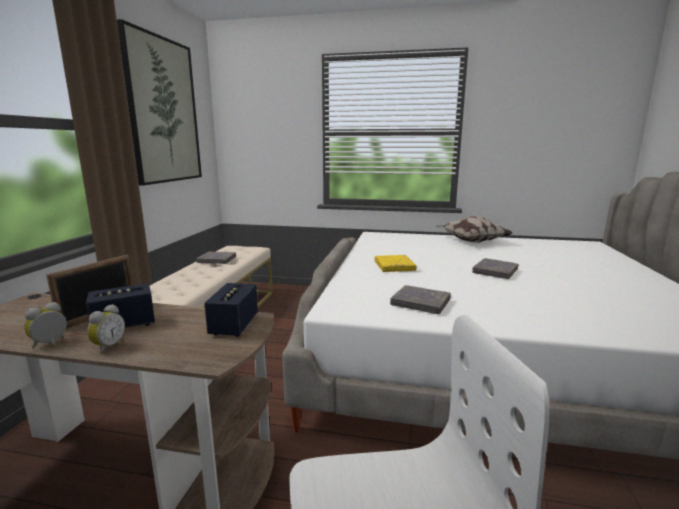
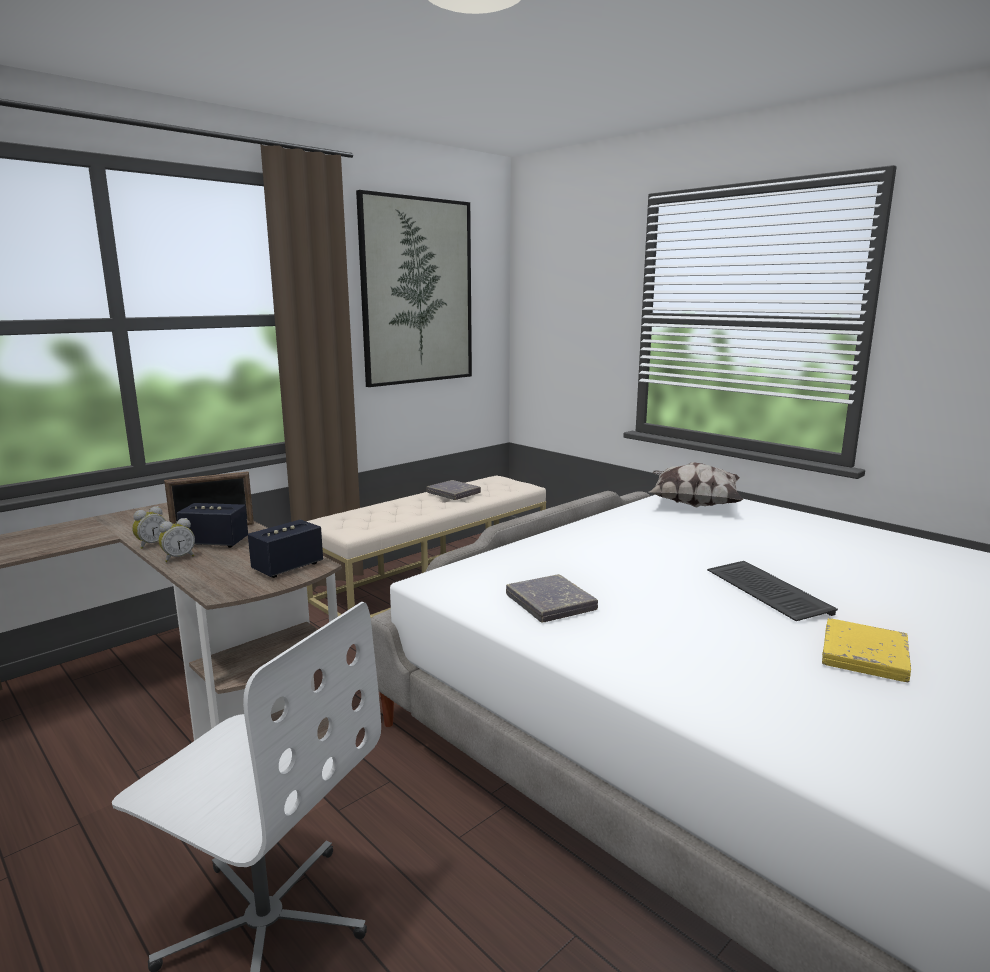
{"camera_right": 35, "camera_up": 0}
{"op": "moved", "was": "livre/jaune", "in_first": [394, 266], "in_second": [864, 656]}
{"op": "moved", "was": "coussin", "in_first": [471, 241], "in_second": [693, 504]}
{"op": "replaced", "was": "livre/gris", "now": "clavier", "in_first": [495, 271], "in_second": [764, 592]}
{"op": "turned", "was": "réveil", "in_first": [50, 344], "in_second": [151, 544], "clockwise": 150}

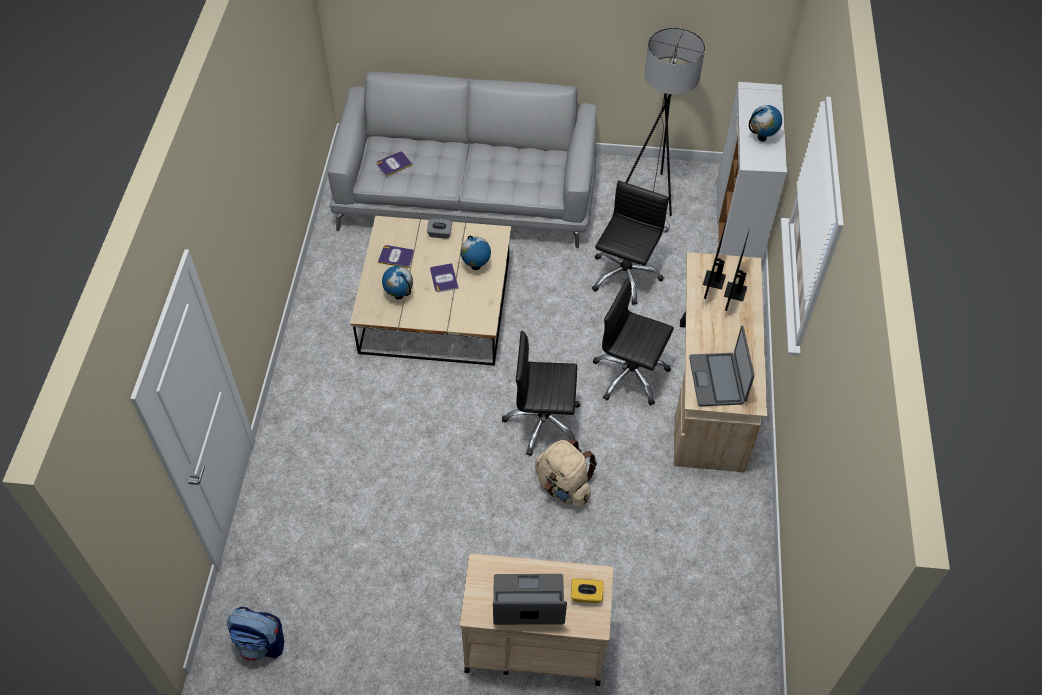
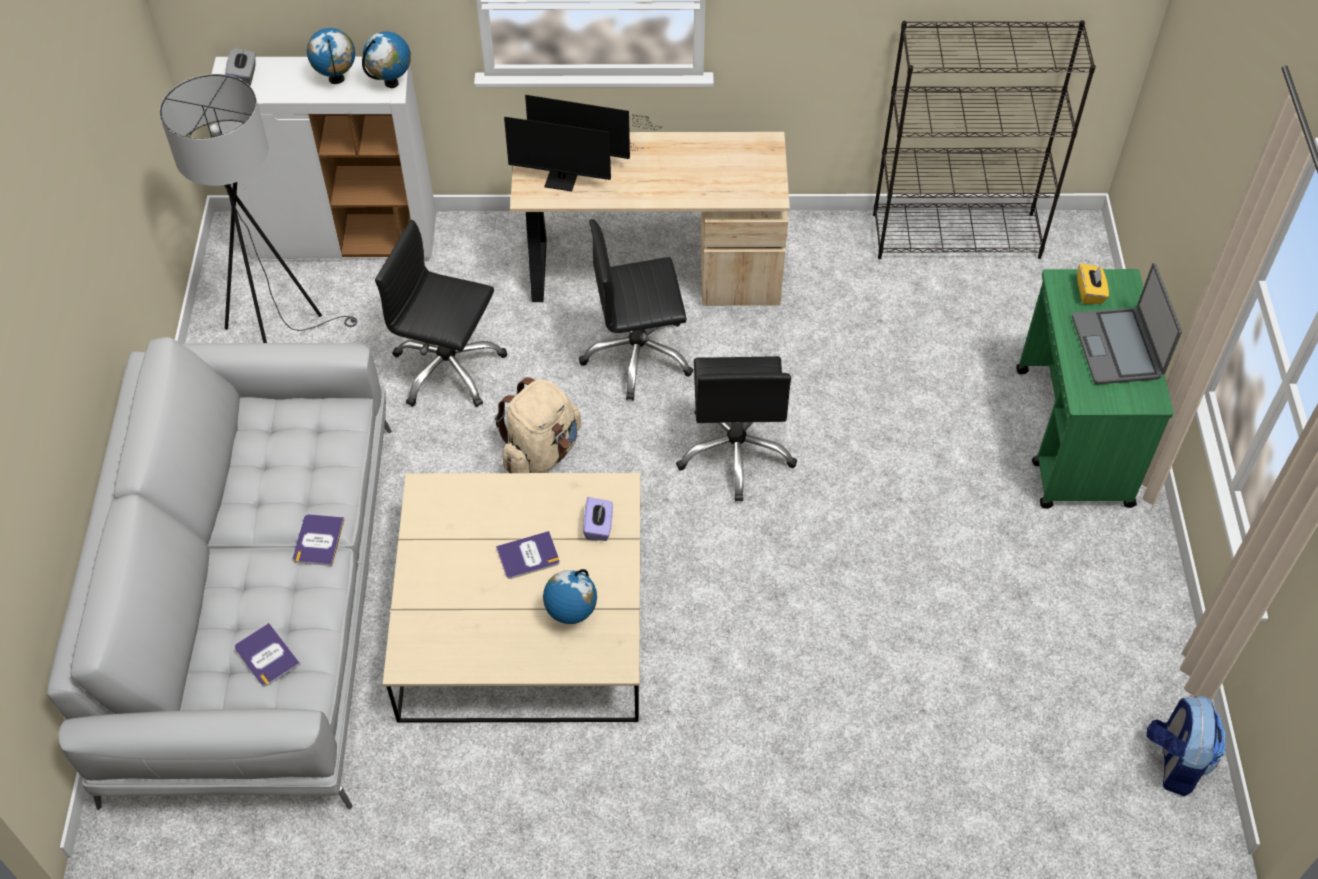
{"camera_right": -95, "camera_up": 0}
{"op": "removed", "was": "ordinateur portable", "in_first": [717, 380]}
{"op": "added", "now": "boîte à mouchoirs/violet", "in_second": [598, 527]}
{"op": "added", "now": "bibliothèque/noir", "in_second": [957, 235]}
{"op": "moved", "was": "livre", "in_first": [396, 257], "in_second": [318, 540]}
{"op": "moved", "was": "boîte à mouchoirs/gris", "in_first": [440, 234], "in_second": [244, 76]}
{"op": "moved", "was": "globe", "in_first": [476, 266], "in_second": [391, 83]}
{"op": "moved", "was": "sac à dos/beige", "in_first": [563, 486], "in_second": [541, 452]}
{"op": "recoloured", "was": "chariot/beige", "now": "chariot/vert", "in_first": [533, 644], "in_second": [1073, 437]}
{"op": "turned", "was": "chaise de bureau/noir", "in_first": [630, 375], "in_second": [637, 355], "clockwise": 60}

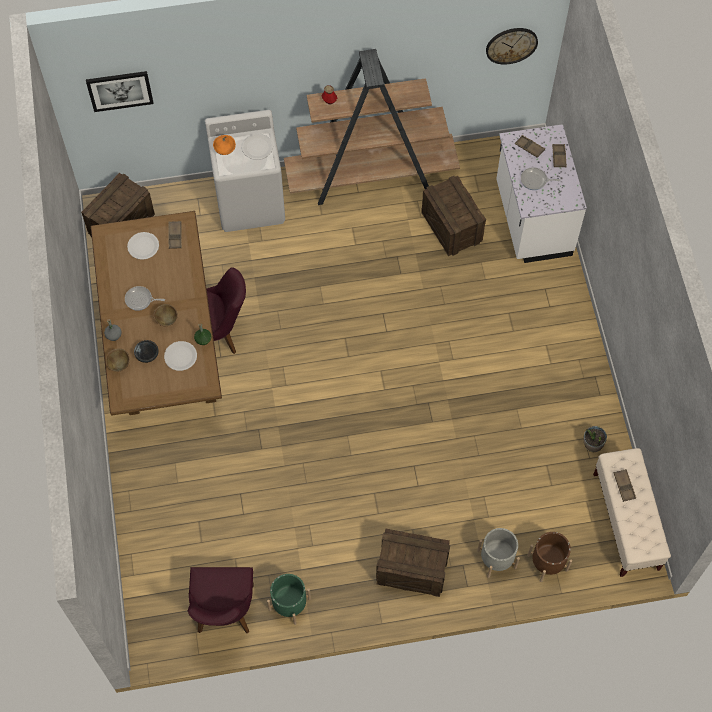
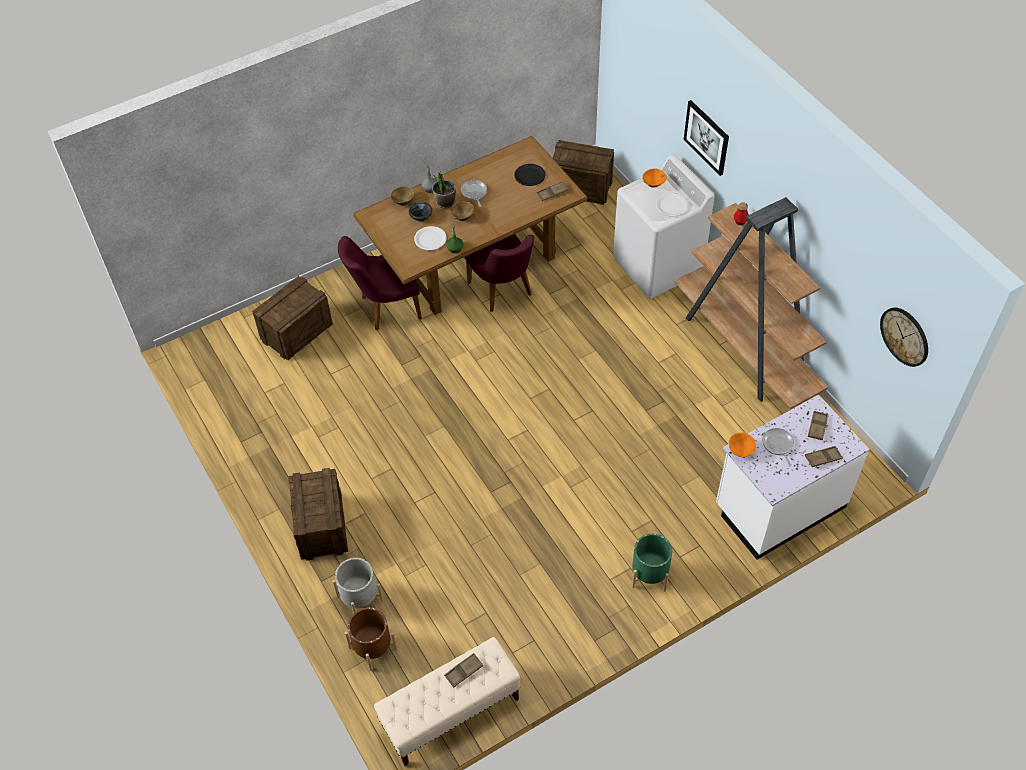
{"camera_right": 70, "camera_up": -10}
{"op": "added", "now": "bol/orange", "in_second": [740, 450]}
{"op": "moved", "was": "tableau", "in_first": [120, 90], "in_second": [707, 137]}
{"op": "moved", "was": "chaise/violet", "in_first": [223, 614], "in_second": [385, 308]}
{"op": "moved", "was": "cache-pot/vert", "in_first": [289, 604], "in_second": [649, 574]}
{"op": "moved", "was": "caisse", "in_first": [451, 226], "in_second": [297, 331]}
{"op": "moved", "was": "plante en pot", "in_first": [592, 444], "in_second": [445, 202]}
{"op": "recoloured", "was": "assiette/blanc", "now": "assiette/noir", "in_first": [143, 246], "in_second": [529, 175]}

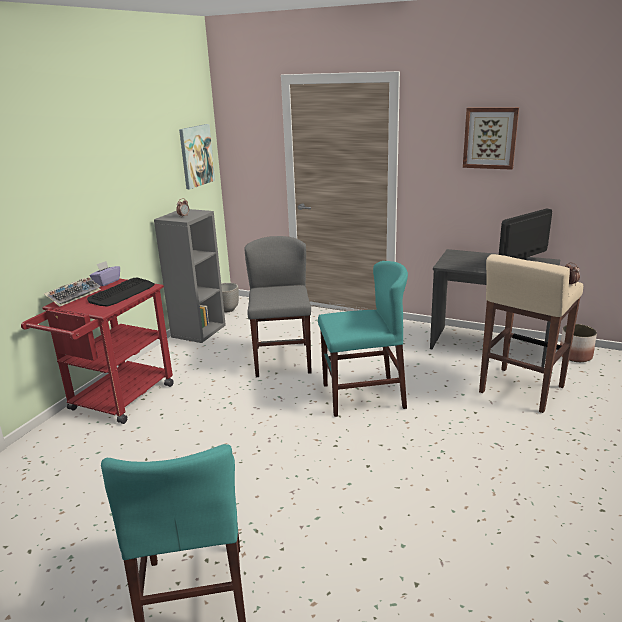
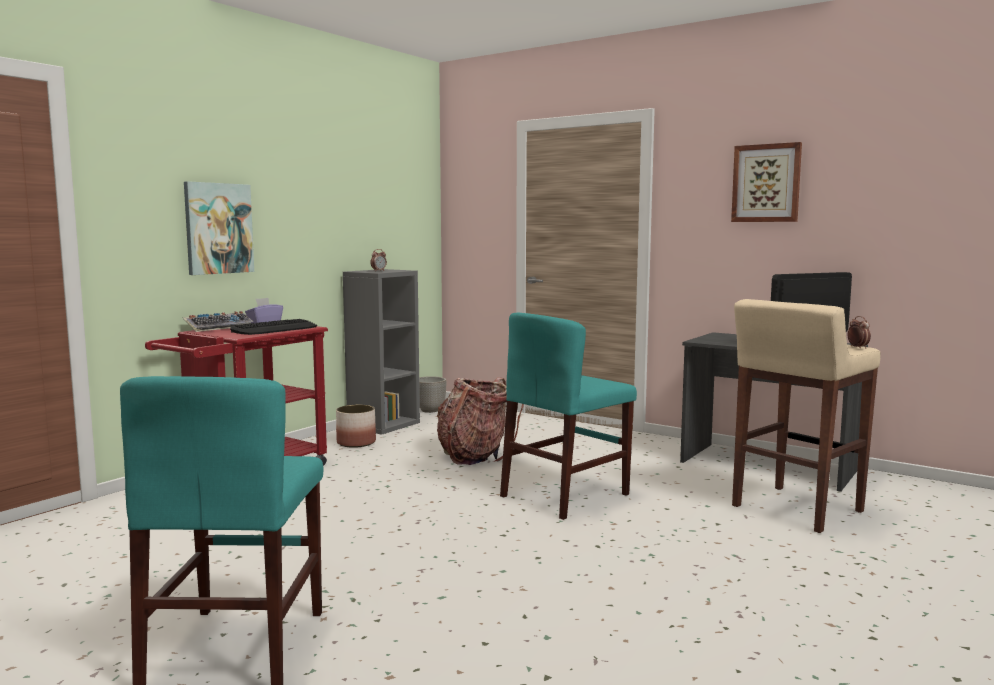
{"camera_right": 10, "camera_up": -15}
{"op": "moved", "was": "tableau", "in_first": [196, 156], "in_second": [218, 228]}
{"op": "moved", "was": "cache-pot", "in_first": [575, 356], "in_second": [356, 443]}
{"op": "replaced", "was": "chaise/gris", "now": "sac à dos", "in_first": [282, 360], "in_second": [475, 456]}
{"op": "turned", "was": "chaise/turquoise", "in_first": [363, 396], "in_second": [565, 495], "clockwise": 135}

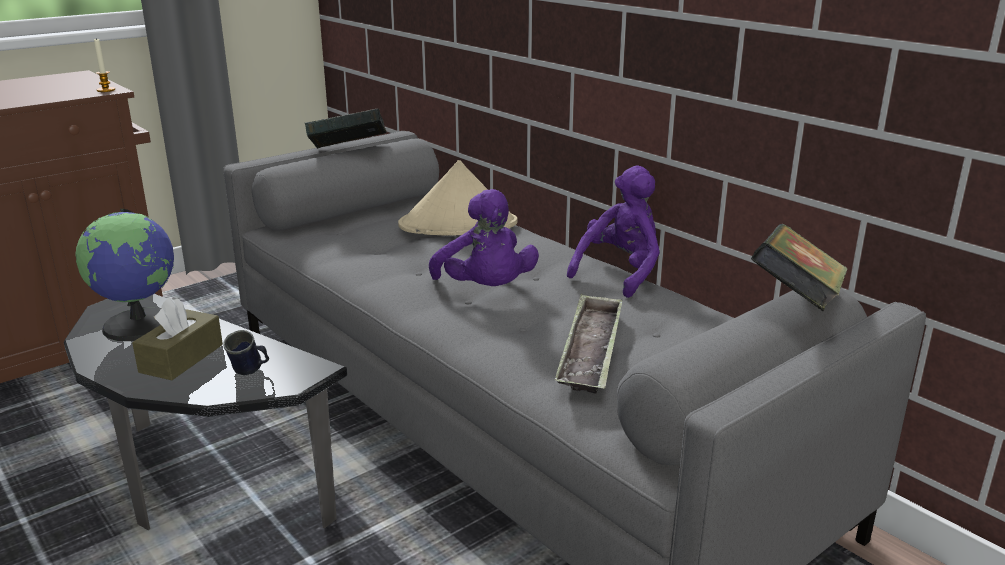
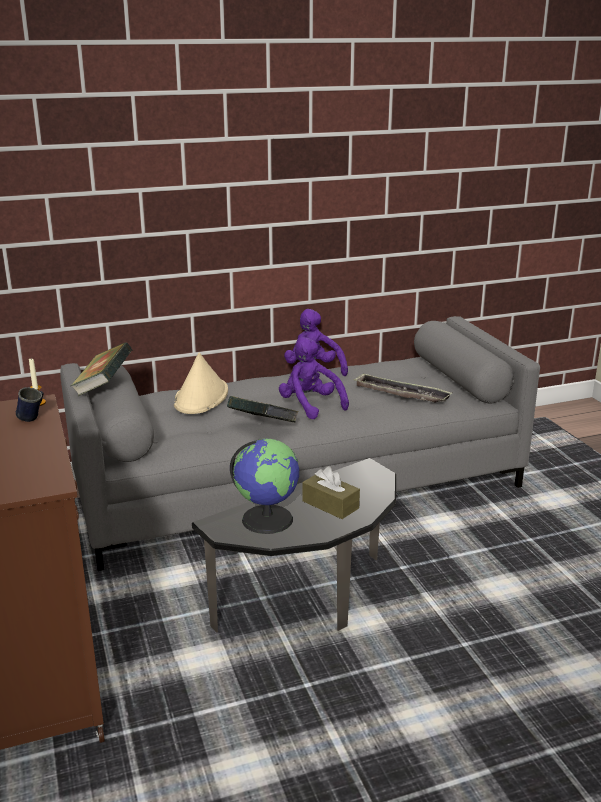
{"camera_right": -70, "camera_up": 0}
{"op": "moved", "was": "mug/bleu", "in_first": [250, 372], "in_second": [33, 417]}
{"op": "moved", "was": "livre", "in_first": [795, 301], "in_second": [262, 427]}
{"op": "turned", "was": "peluche/violet", "in_first": [485, 290], "in_second": [310, 405], "clockwise": -120}

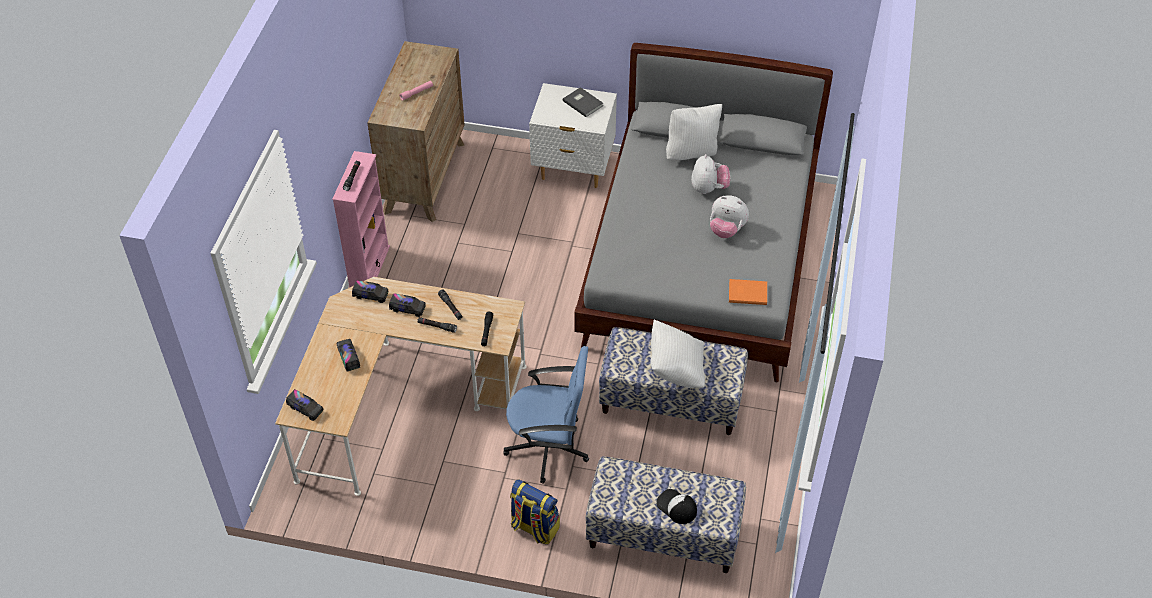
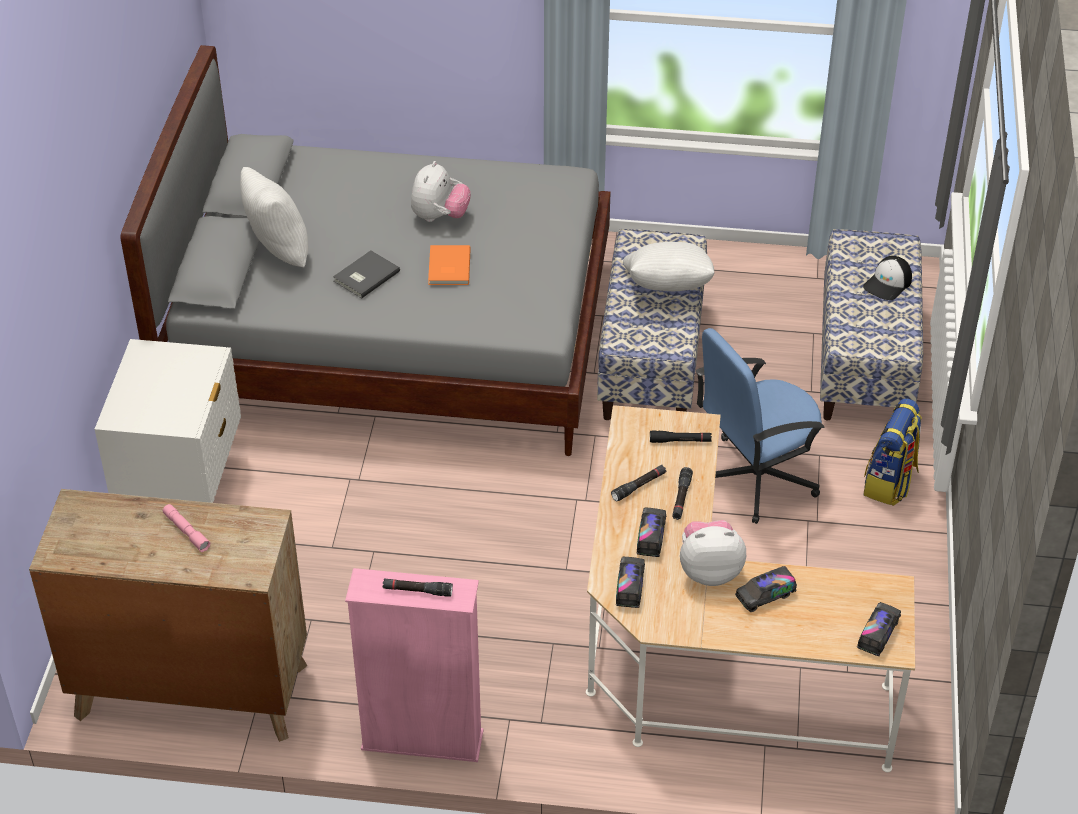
{"camera_right": -95, "camera_up": -5}
{"op": "moved", "was": "livre/gris", "in_first": [583, 102], "in_second": [364, 276]}
{"op": "moved", "was": "peluche", "in_first": [709, 188], "in_second": [709, 570]}
{"op": "moved", "was": "livre/orange", "in_first": [747, 292], "in_second": [447, 267]}
{"op": "turned", "was": "chaise de bureau/bleu", "in_first": [549, 447], "in_second": [754, 477], "clockwise": -120}

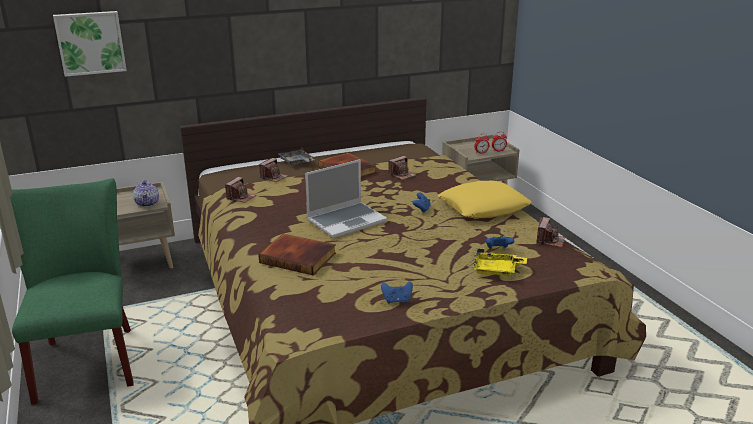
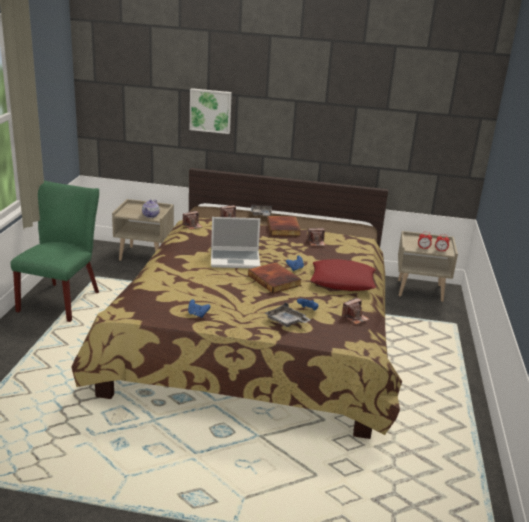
{"camera_right": 30, "camera_up": 0}
{"op": "moved", "was": "tableau", "in_first": [90, 43], "in_second": [210, 110]}
{"op": "moved", "was": "livre", "in_first": [299, 257], "in_second": [275, 280]}
{"op": "recoloured", "was": "coussin/jaune", "now": "coussin/rouge", "in_first": [483, 207], "in_second": [342, 281]}
{"op": "recoloured", "was": "plateau/jaune", "now": "plateau/gris", "in_first": [497, 270], "in_second": [286, 321]}

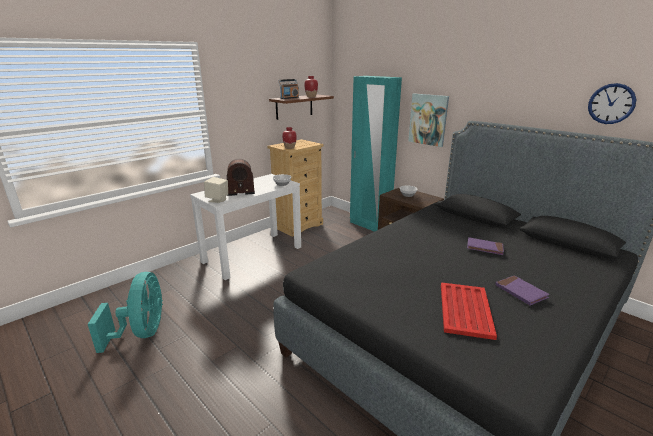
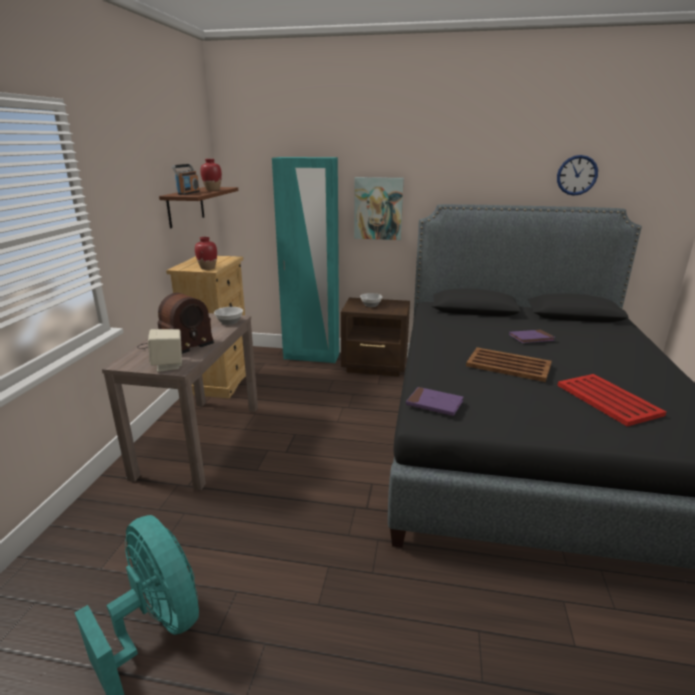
{"camera_right": -35, "camera_up": 0}
{"op": "added", "now": "plateau/marron", "in_second": [507, 365]}
{"op": "moved", "was": "livre/violet", "in_first": [520, 292], "in_second": [434, 404]}
{"op": "recoloured", "was": "table console/blanc", "now": "table console/marron", "in_first": [253, 254], "in_second": [200, 439]}

